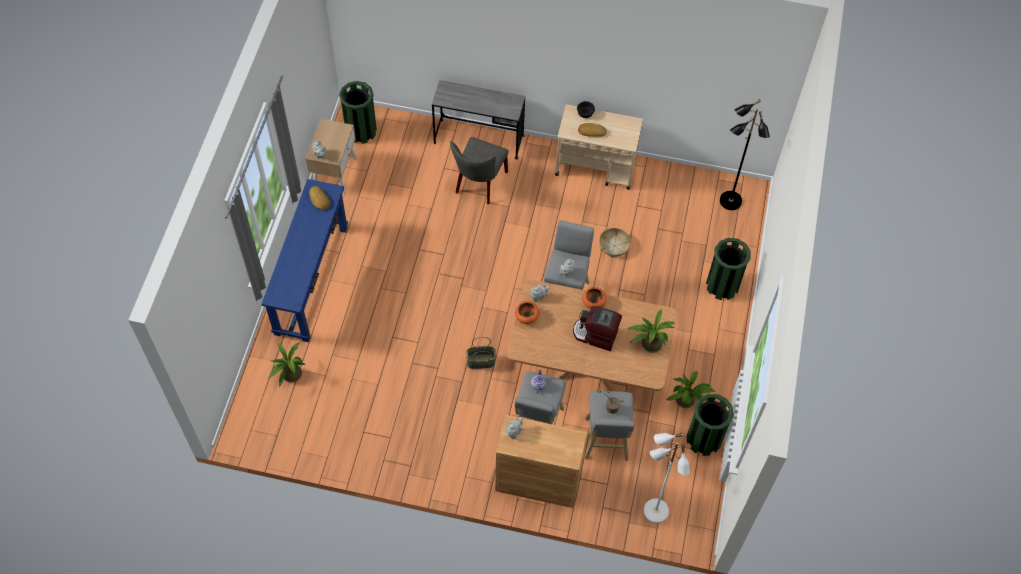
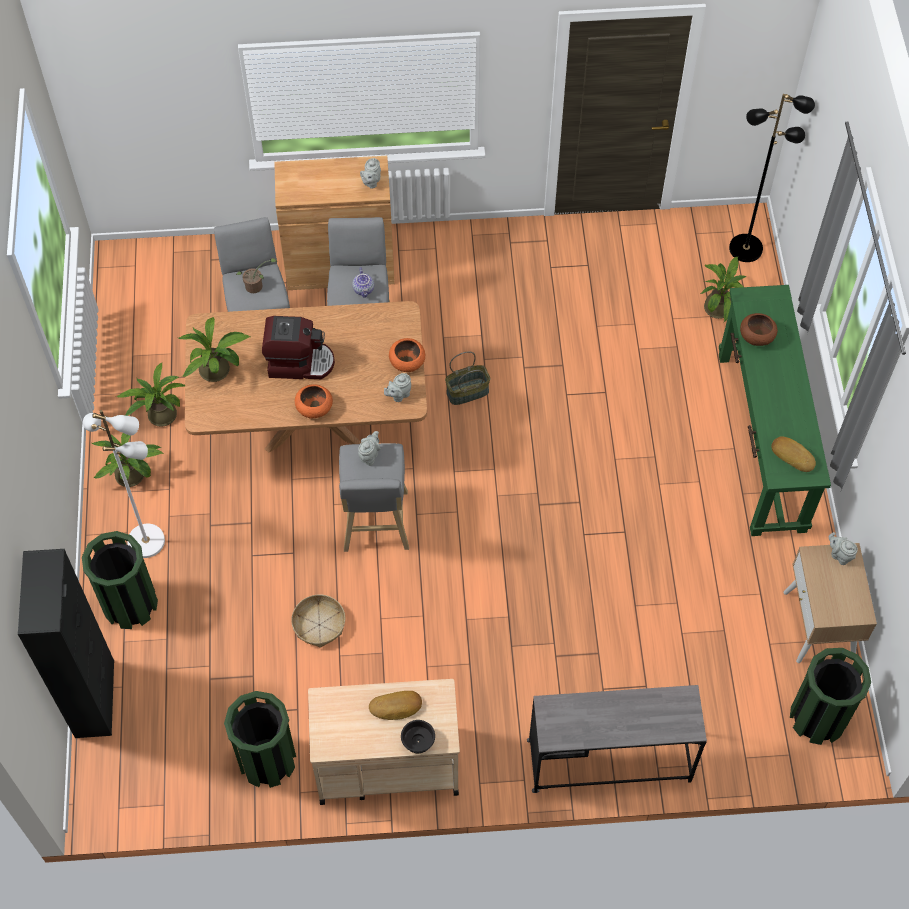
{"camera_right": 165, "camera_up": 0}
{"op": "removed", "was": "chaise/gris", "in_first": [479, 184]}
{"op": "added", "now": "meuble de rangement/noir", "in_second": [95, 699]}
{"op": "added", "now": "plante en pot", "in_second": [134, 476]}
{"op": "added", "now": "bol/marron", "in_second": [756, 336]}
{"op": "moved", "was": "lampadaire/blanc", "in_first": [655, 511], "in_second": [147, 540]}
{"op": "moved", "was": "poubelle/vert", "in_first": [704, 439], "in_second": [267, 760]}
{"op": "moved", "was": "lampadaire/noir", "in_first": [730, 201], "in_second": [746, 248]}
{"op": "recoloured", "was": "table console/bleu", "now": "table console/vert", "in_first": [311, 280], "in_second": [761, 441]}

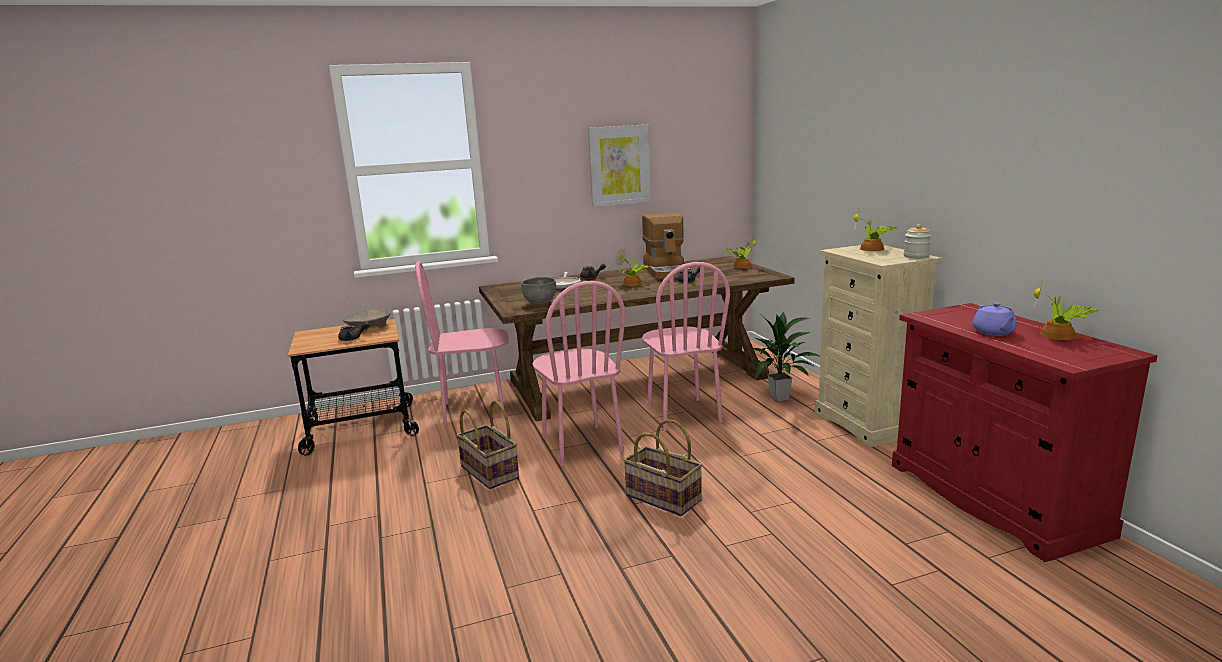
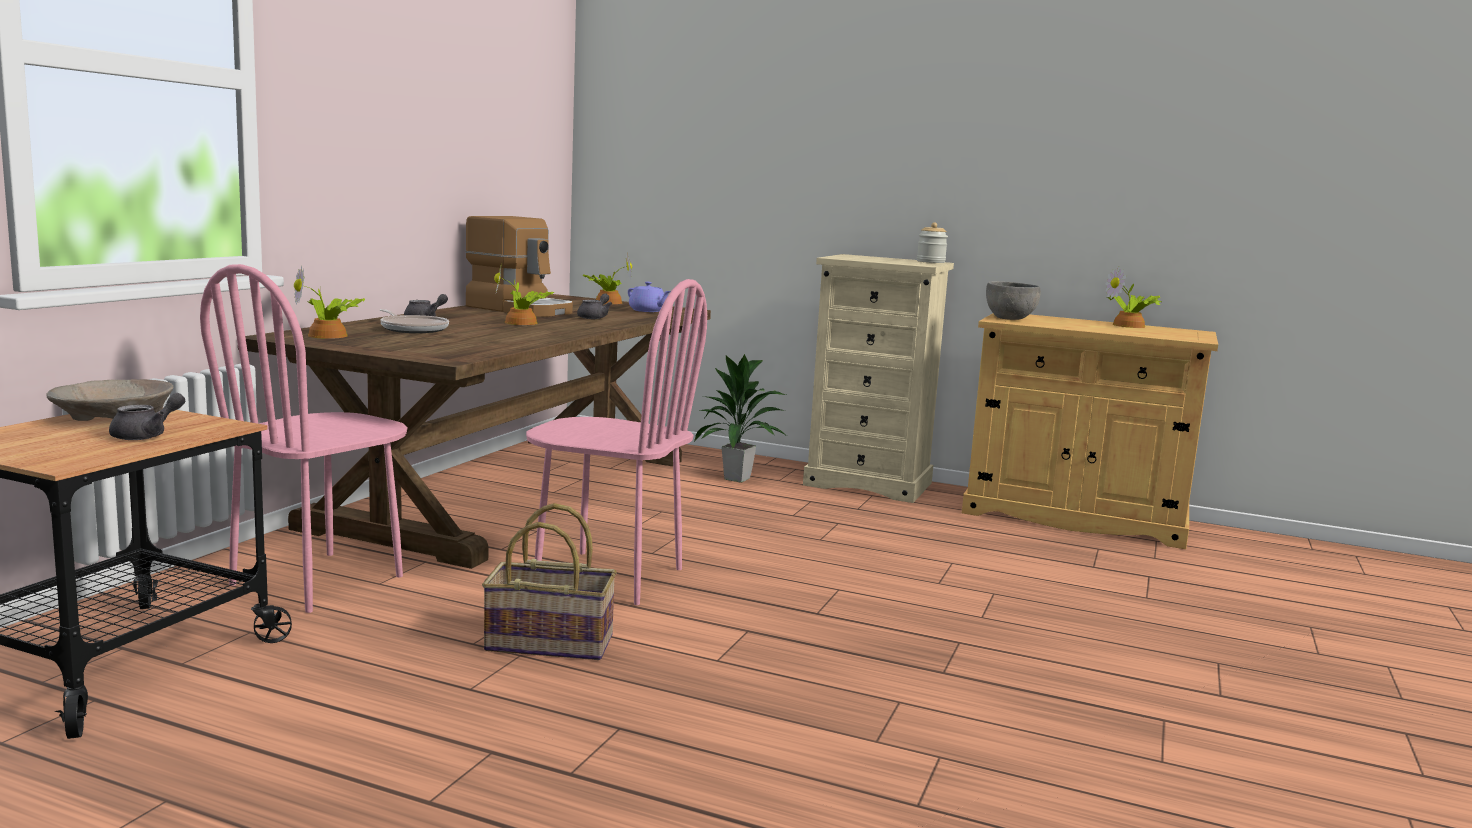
{"camera_right": -50, "camera_up": -5}
{"op": "removed", "was": "tableau", "in_first": [619, 165]}
{"op": "removed", "was": "panier", "in_first": [662, 498]}
{"op": "removed", "was": "chaise/rose", "in_first": [683, 414]}
{"op": "moved", "was": "bol/gris", "in_first": [539, 303], "in_second": [1009, 319]}
{"op": "moved", "was": "plante en pot", "in_first": [873, 249], "in_second": [330, 335]}
{"op": "moved", "was": "théière/violet", "in_first": [993, 332], "in_second": [648, 311]}
{"op": "recoloured", "was": "meuble de rangement/rouge", "now": "meuble de rangement/beige", "in_first": [993, 498], "in_second": [1074, 517]}

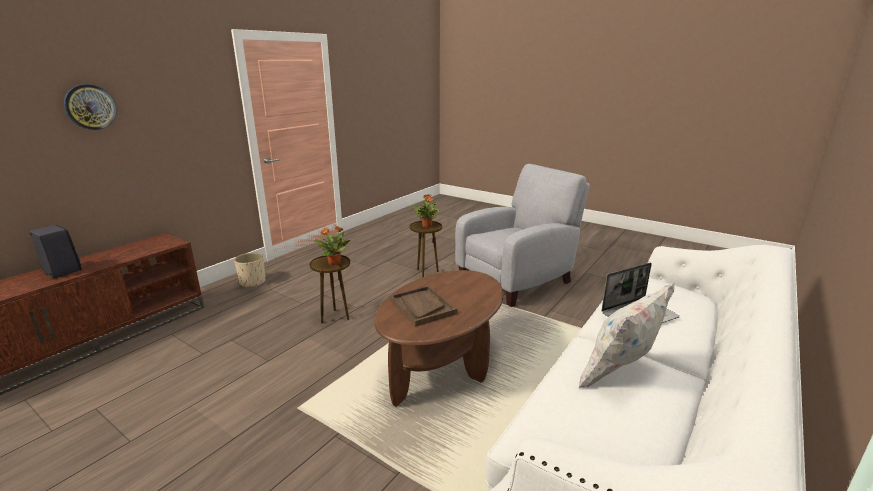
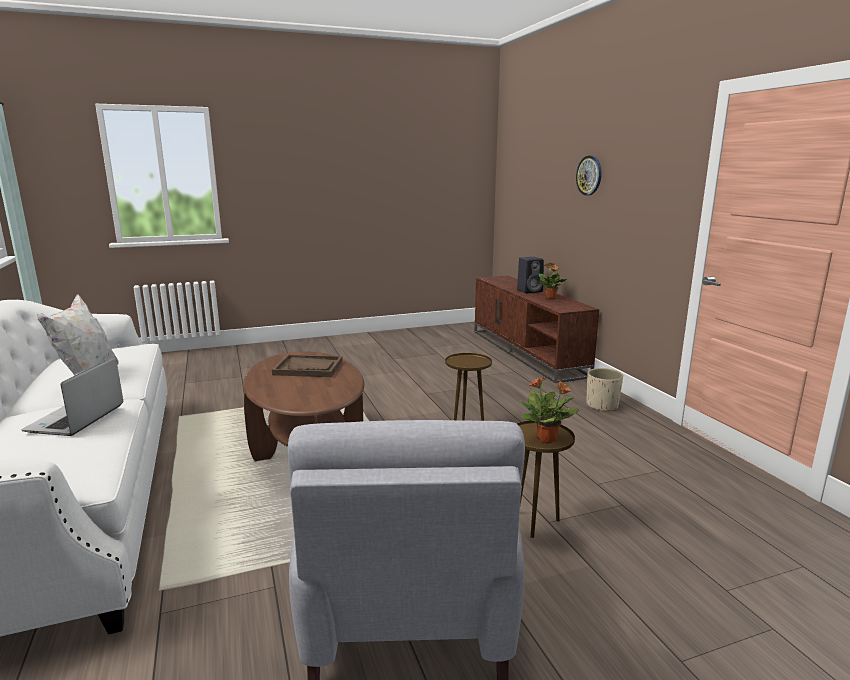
{"camera_right": 125, "camera_up": -5}
{"op": "moved", "was": "plante en pot", "in_first": [335, 263], "in_second": [550, 298]}

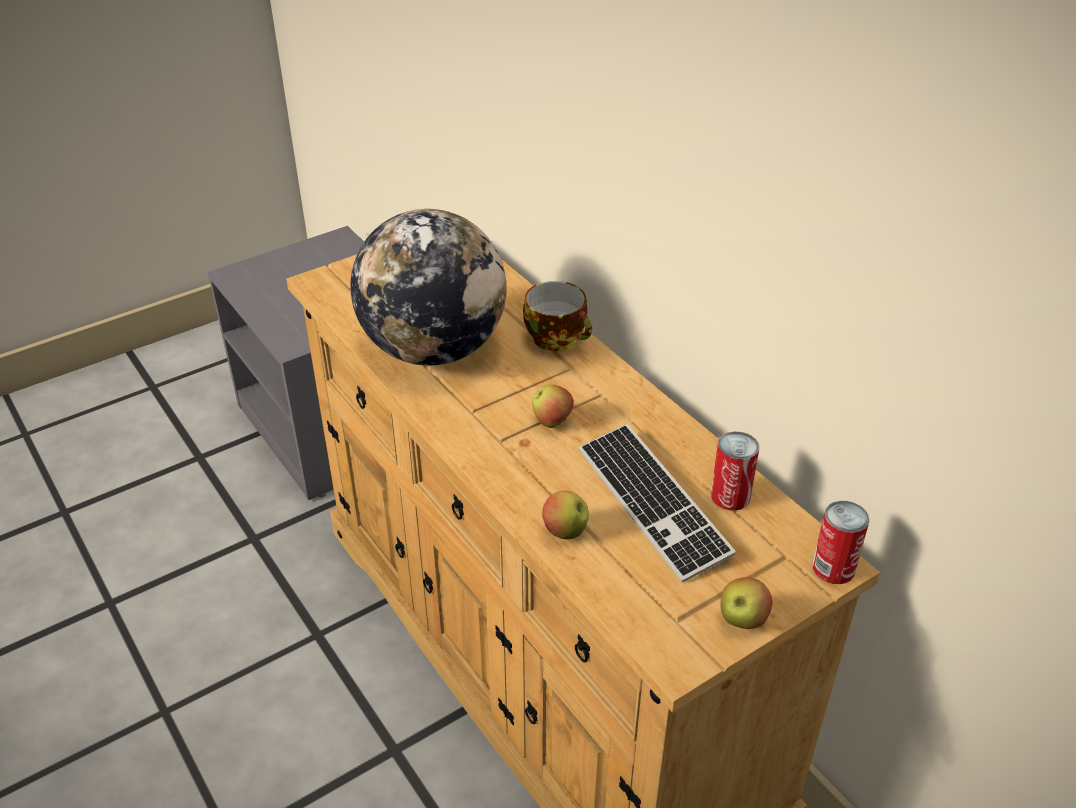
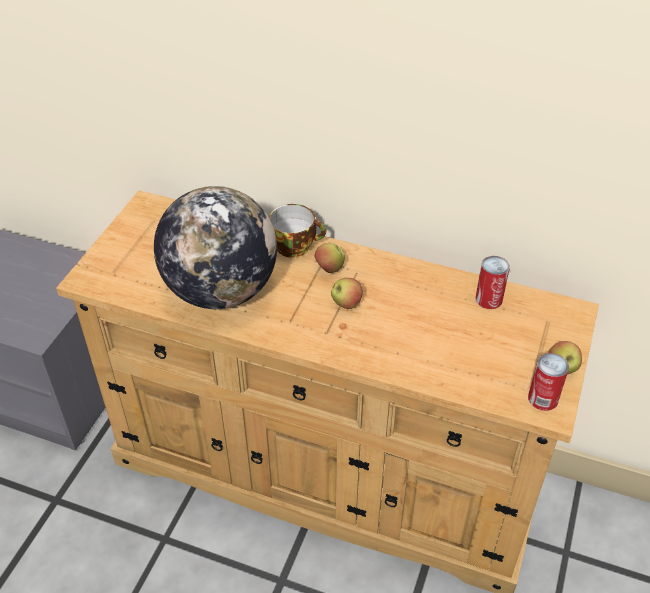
{"camera_right": -35, "camera_up": 5}
{"op": "removed", "was": "clavier", "in_first": [652, 503]}
{"op": "moved", "was": "pomme", "in_first": [565, 531], "in_second": [329, 269]}
{"op": "moved", "was": "boîte métallique", "in_first": [833, 568], "in_second": [543, 398]}

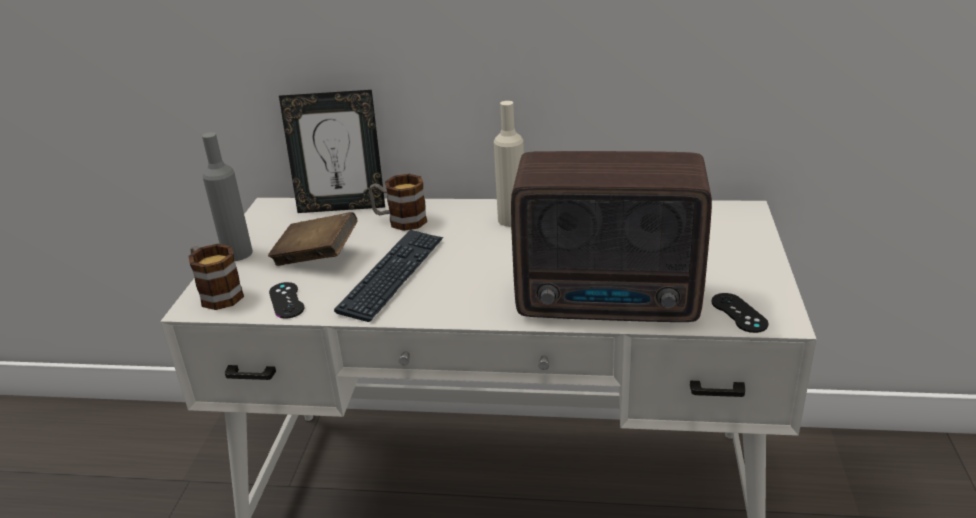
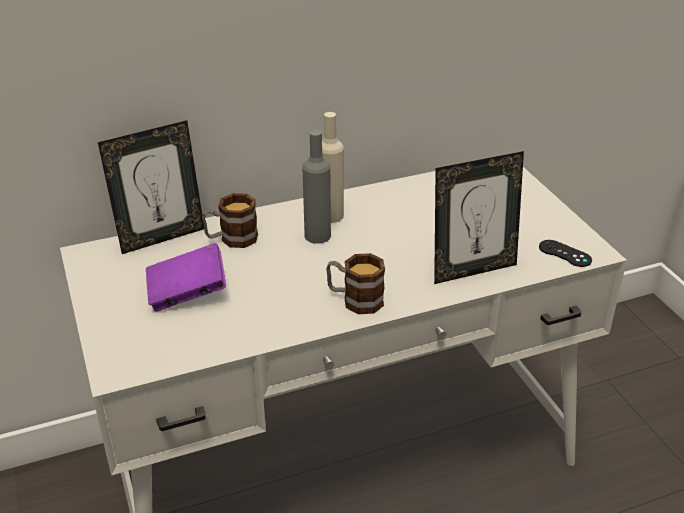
{"camera_right": -30, "camera_up": 5}
{"op": "removed", "was": "manette/noir", "in_first": [286, 300]}
{"op": "removed", "was": "clavier", "in_first": [392, 275]}
{"op": "moved", "was": "mug", "in_first": [217, 293], "in_second": [355, 300]}
{"op": "moved", "was": "bouteille/gris", "in_first": [237, 253], "in_second": [317, 236]}
{"op": "replaced", "was": "radio", "now": "cadre photo", "in_first": [611, 303], "in_second": [472, 270]}
{"op": "recoloured", "was": "livre/marron", "now": "livre/violet", "in_first": [316, 257], "in_second": [187, 293]}

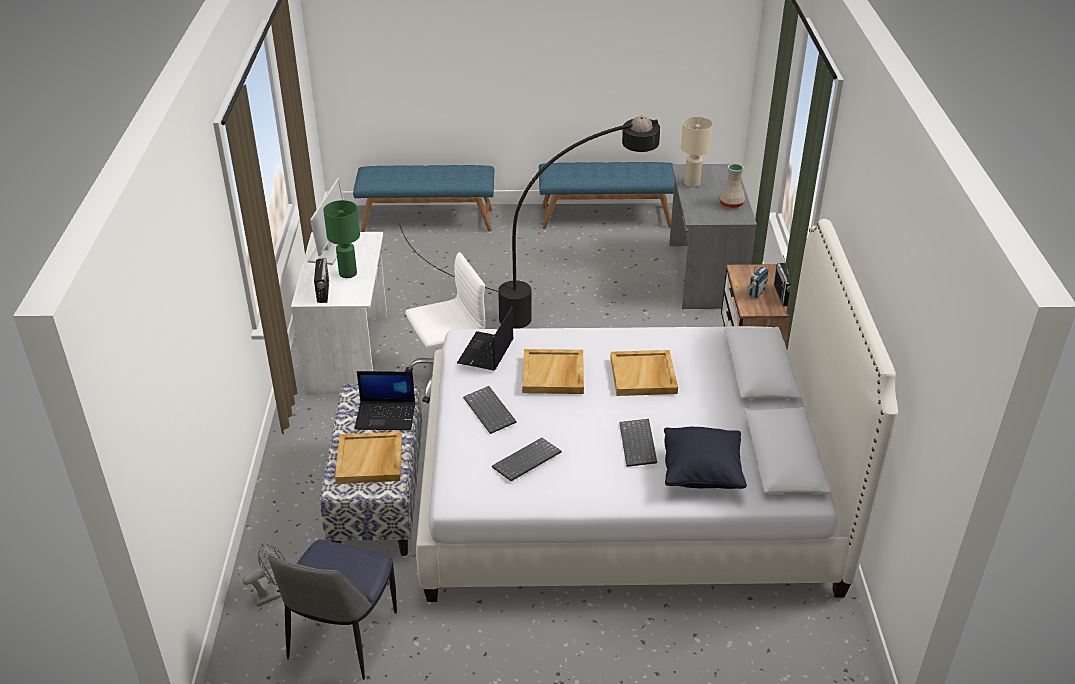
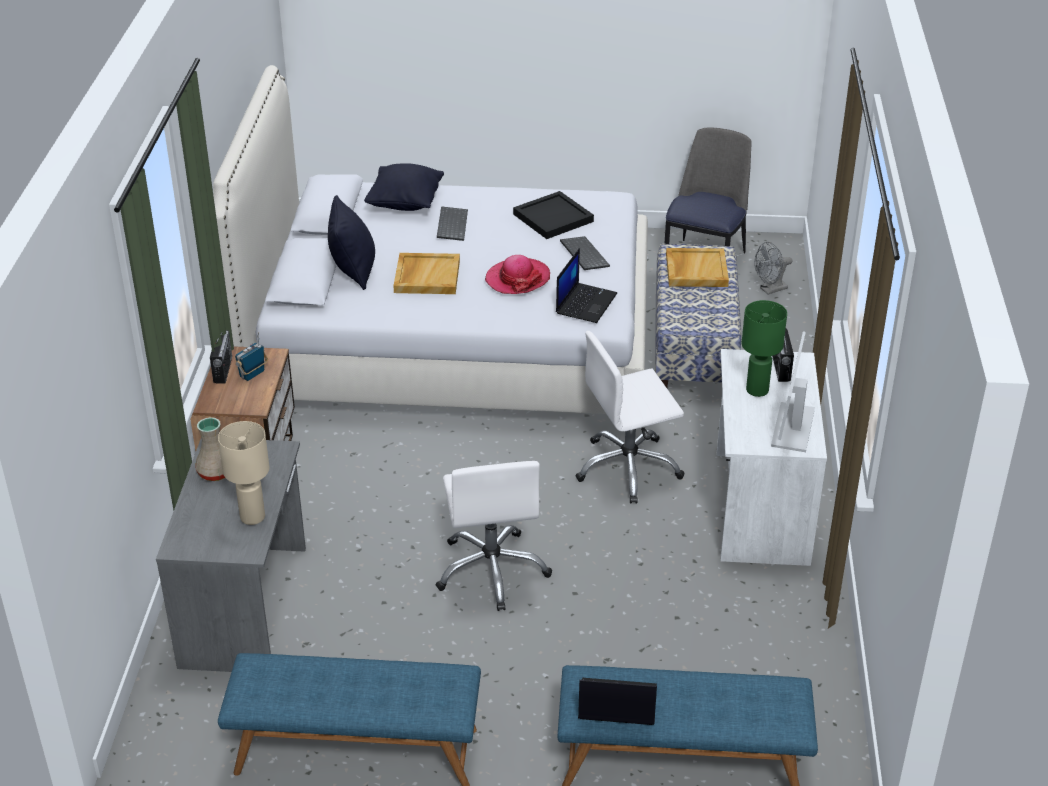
{"camera_right": -175, "camera_up": 0}
{"op": "added", "now": "coussin/noir", "in_second": [353, 270]}
{"op": "moved", "was": "ordinateur portable", "in_first": [386, 416], "in_second": [616, 703]}
{"op": "replaced", "was": "lampadaire/noir", "now": "chaise de bureau/blanc", "in_first": [547, 303], "in_second": [492, 570]}
{"op": "replaced", "was": "clavier", "now": "plateau/noir", "in_first": [527, 462], "in_second": [553, 217]}
{"op": "replaced", "was": "plateau/beige", "now": "chapeau", "in_first": [553, 374], "in_second": [517, 279]}

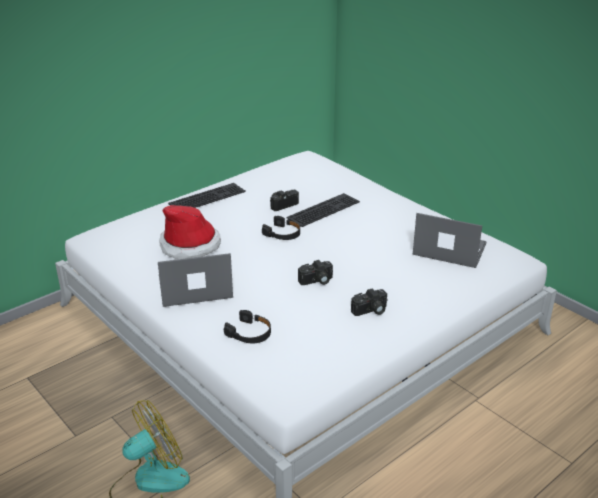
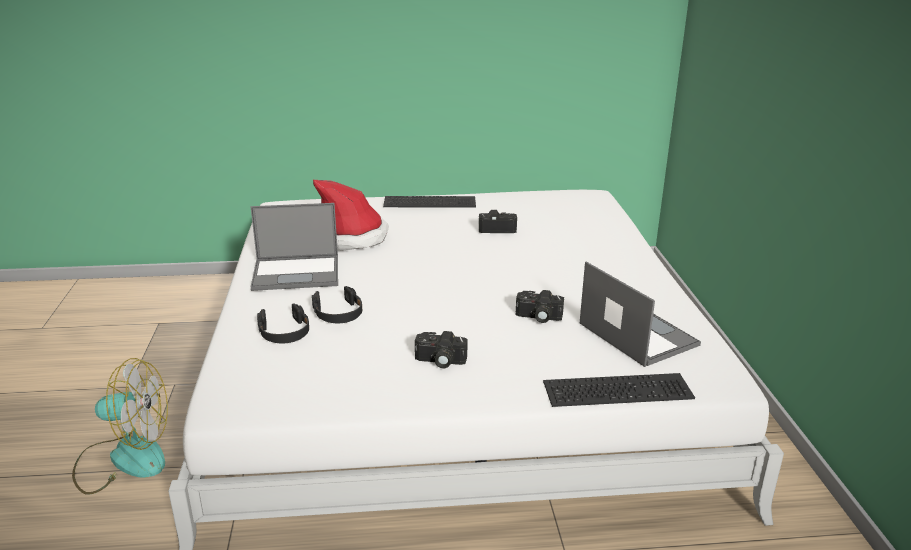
{"camera_right": 35, "camera_up": -5}
{"op": "moved", "was": "casque audio/noir", "in_first": [283, 234], "in_second": [338, 313]}
{"op": "moved", "was": "clavier", "in_first": [323, 209], "in_second": [618, 388]}
{"op": "moved", "was": "appareil photo", "in_first": [316, 281], "in_second": [538, 317]}
{"op": "turned", "was": "ordinateur portable", "in_first": [194, 287], "in_second": [297, 273], "clockwise": 150}

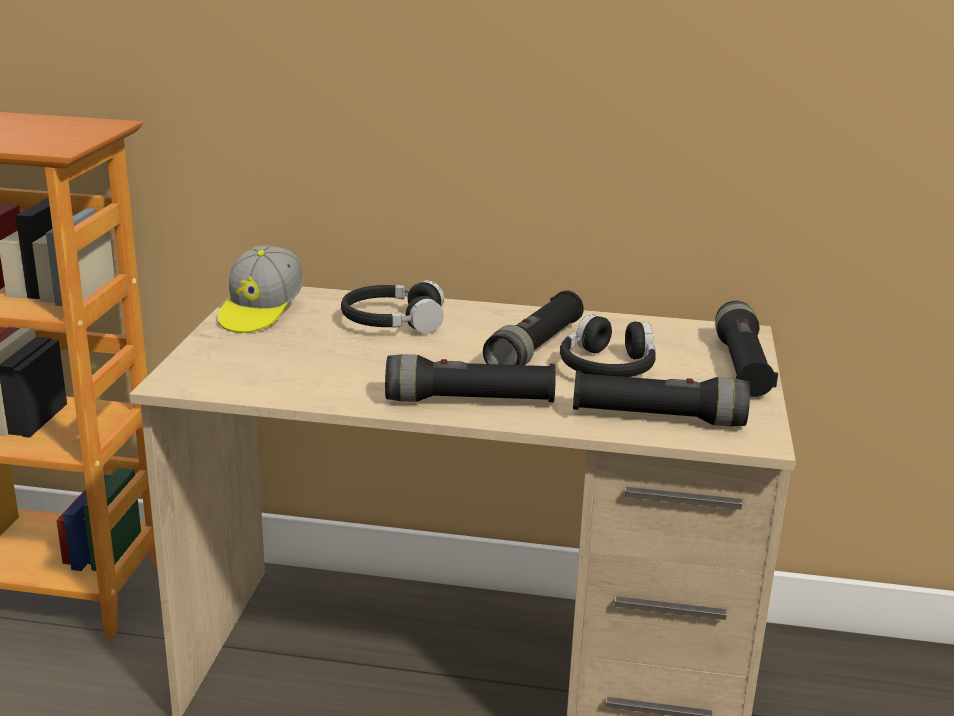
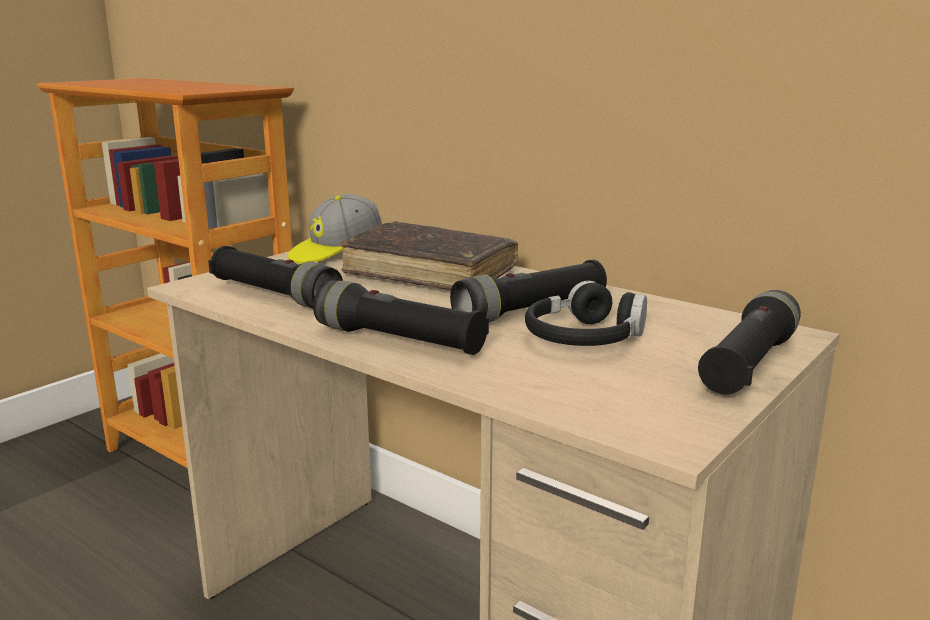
{"camera_right": 30, "camera_up": -5}
{"op": "moved", "was": "lampe de poche/noir", "in_first": [657, 418], "in_second": [275, 295]}
{"op": "replaced", "was": "casque audio/noir", "now": "livre/marron", "in_first": [392, 322], "in_second": [430, 273]}

